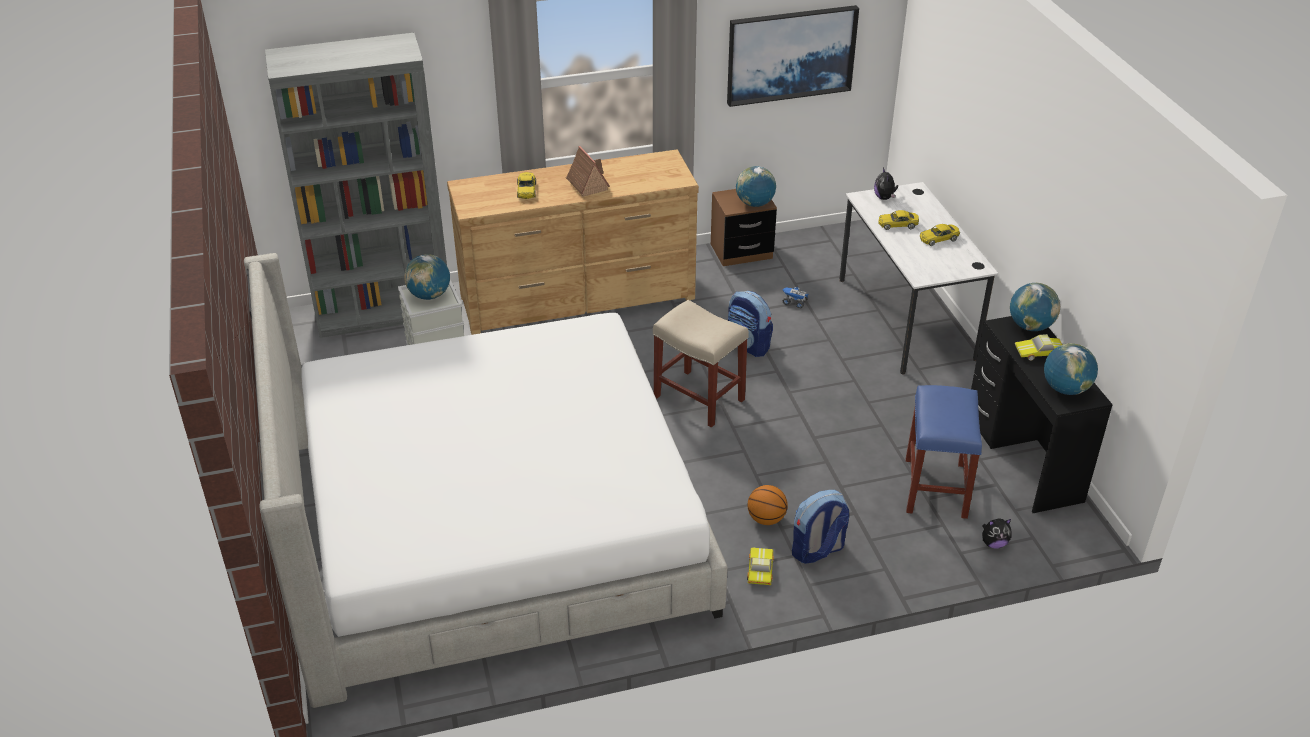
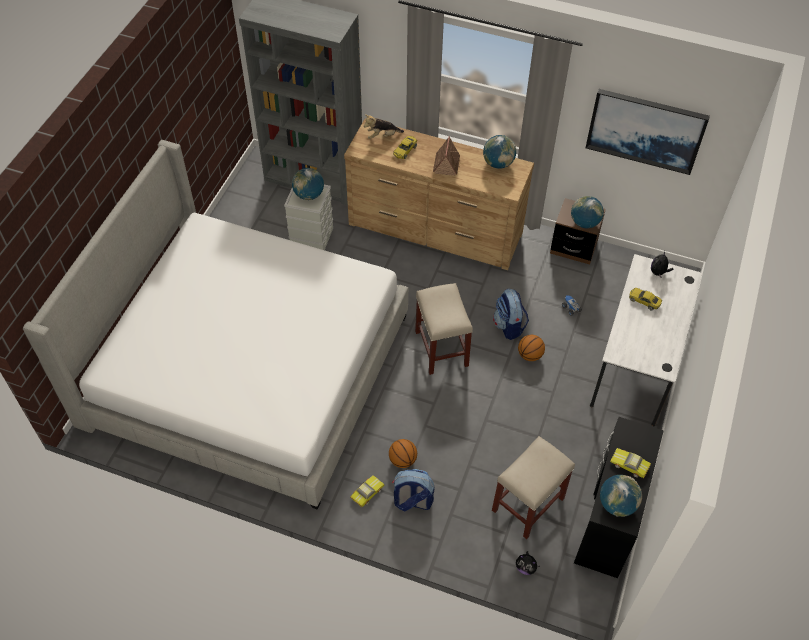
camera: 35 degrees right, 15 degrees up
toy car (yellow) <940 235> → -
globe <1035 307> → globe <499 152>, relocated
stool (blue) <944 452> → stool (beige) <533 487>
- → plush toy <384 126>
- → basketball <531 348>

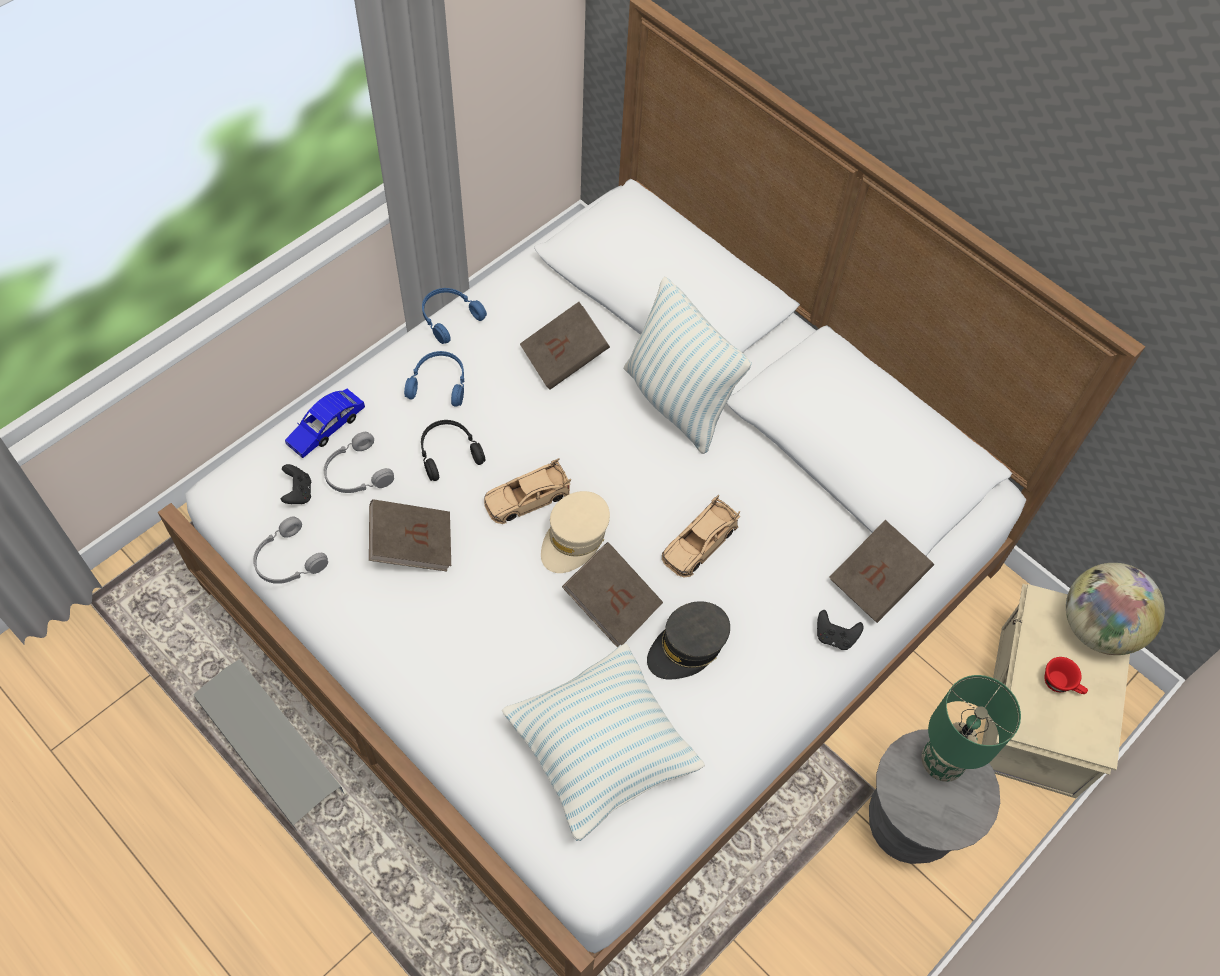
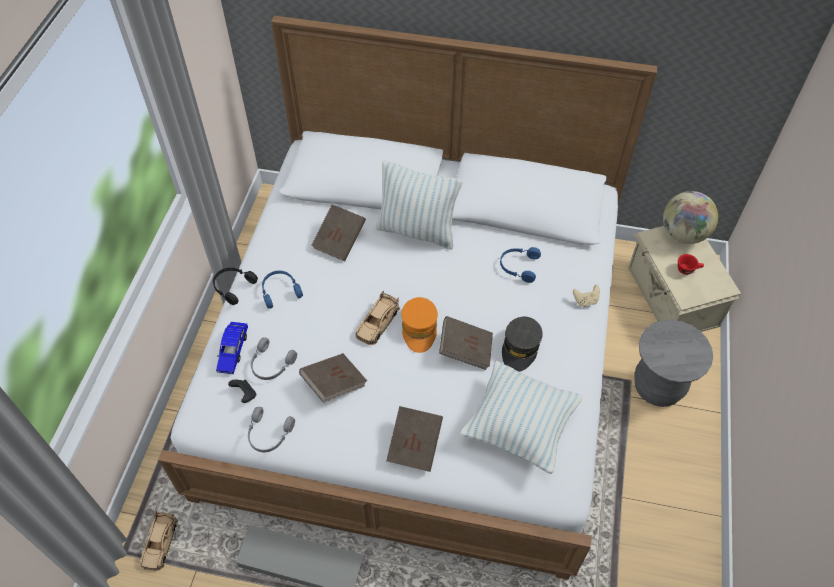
camera: 30 degrees left, 5 degrees down
headphones (blue) <454 316> → headphones (blue) <520 265>, relocated
headphones (black) <453 450> → headphones (black) <235 286>, relocated
cap (beige) <575 532> → cap (orange) <419 325>
toy car (beige) <701 536> → toy car (beige) <159 540>, relocated
book (brown) <881 571> → book (brown) <414 439>, relocated
game controller (black) <840 630> → game controller (beige) <586 296>
table lamp (green) <971 728> → -

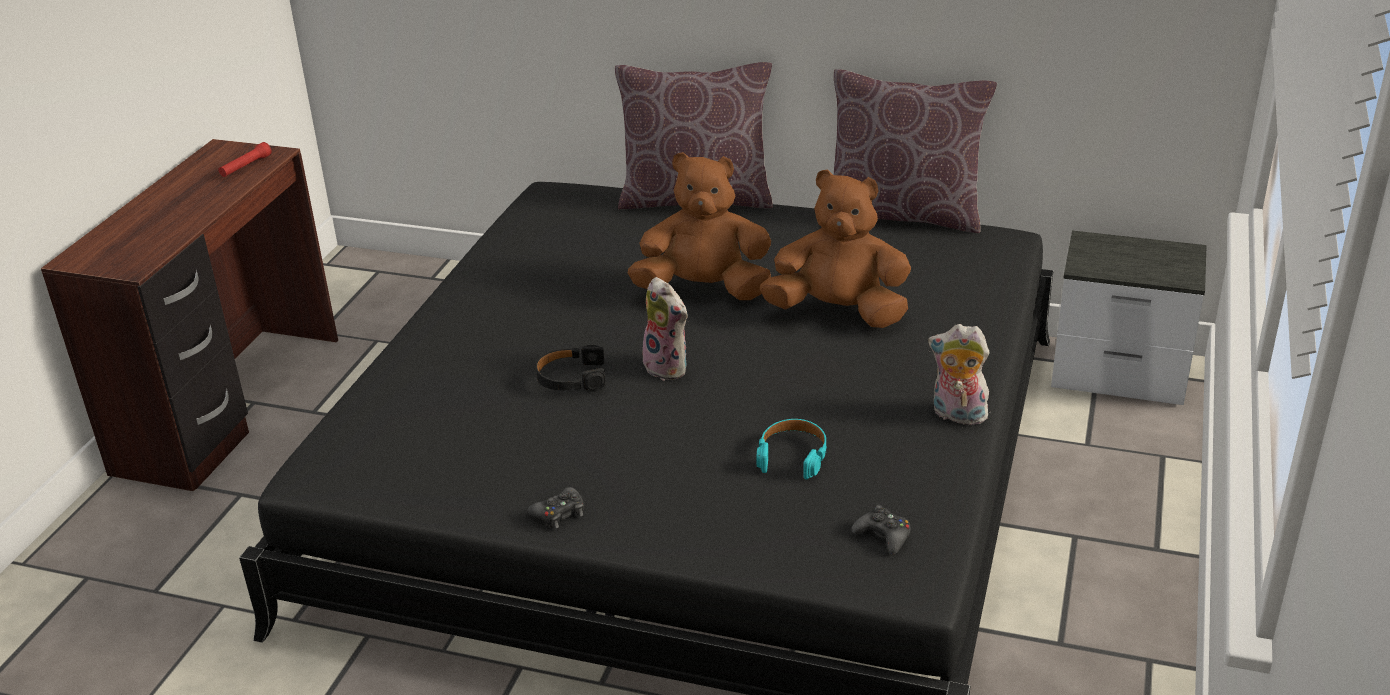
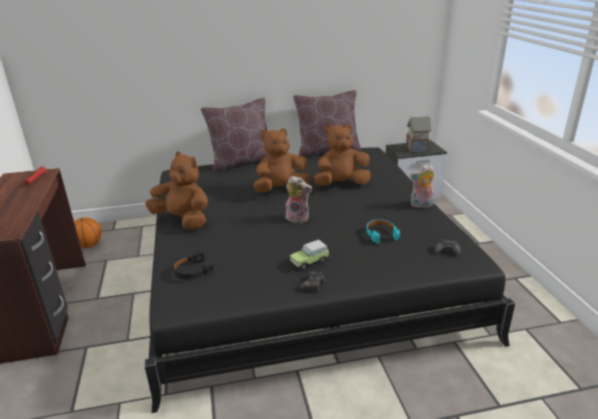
camera: 30 degrees left, 5 degrees down
headphones (black) <571 367> → headphones (black) <193 265>, relocated
- → toy house <419 134>
- → plush toy (brown) <176 190>
- → basketball <88 232>
- → toy car <309 255>

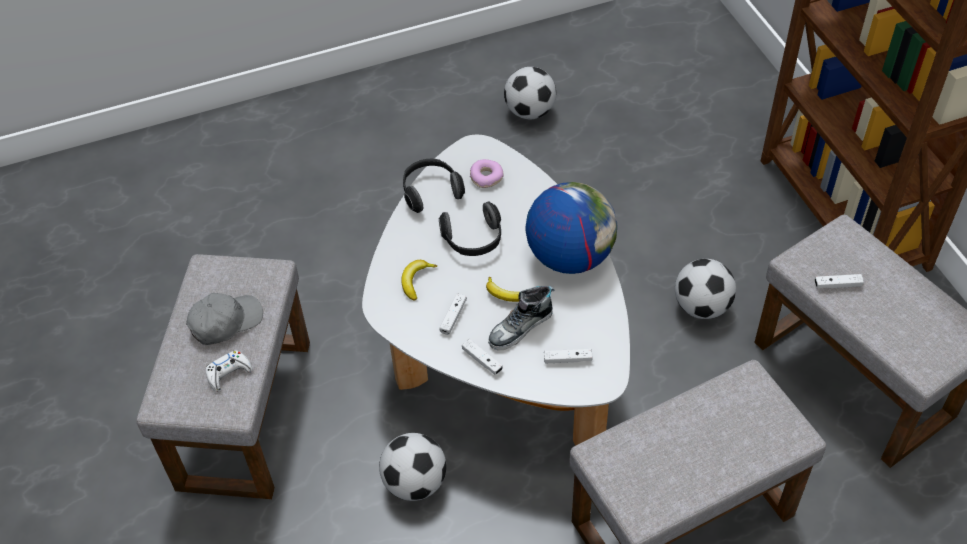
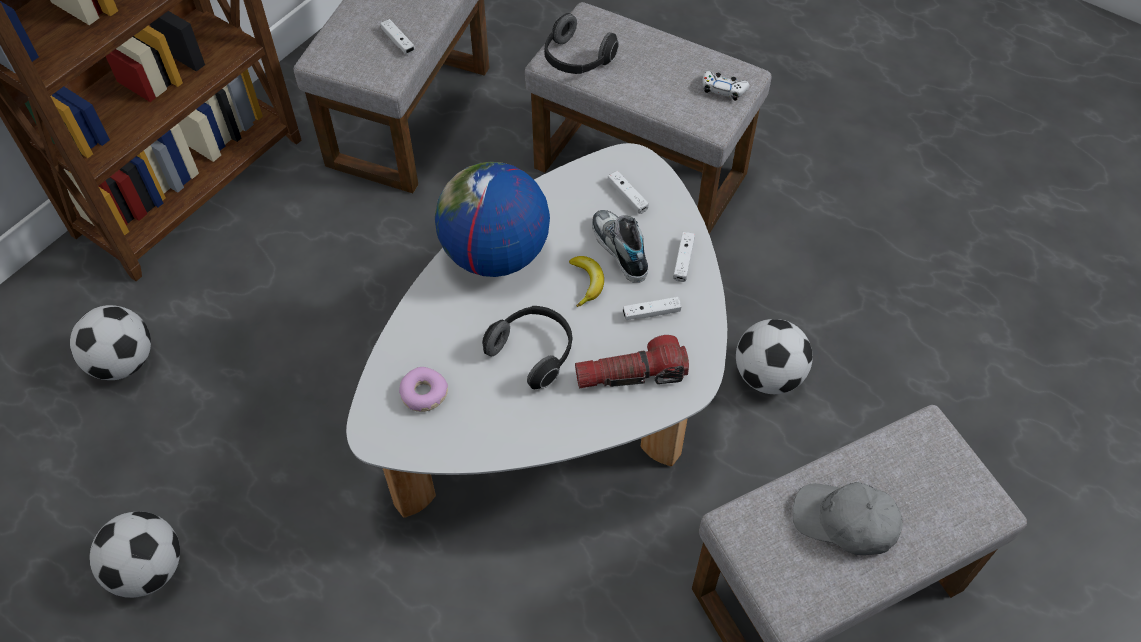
camera: 125 degrees left, 5 degrees up
headphones <434 186> → headphones <581 43>, relocated
football <705 289> → football <110 342>, relocated
banana <419 280> → flashlight <632 361>
shoe <521 318> → shoe <620 246>, 135 degrees counterclockwise
game controller (white) <229 371> → game controller (white) <725 86>, relocated

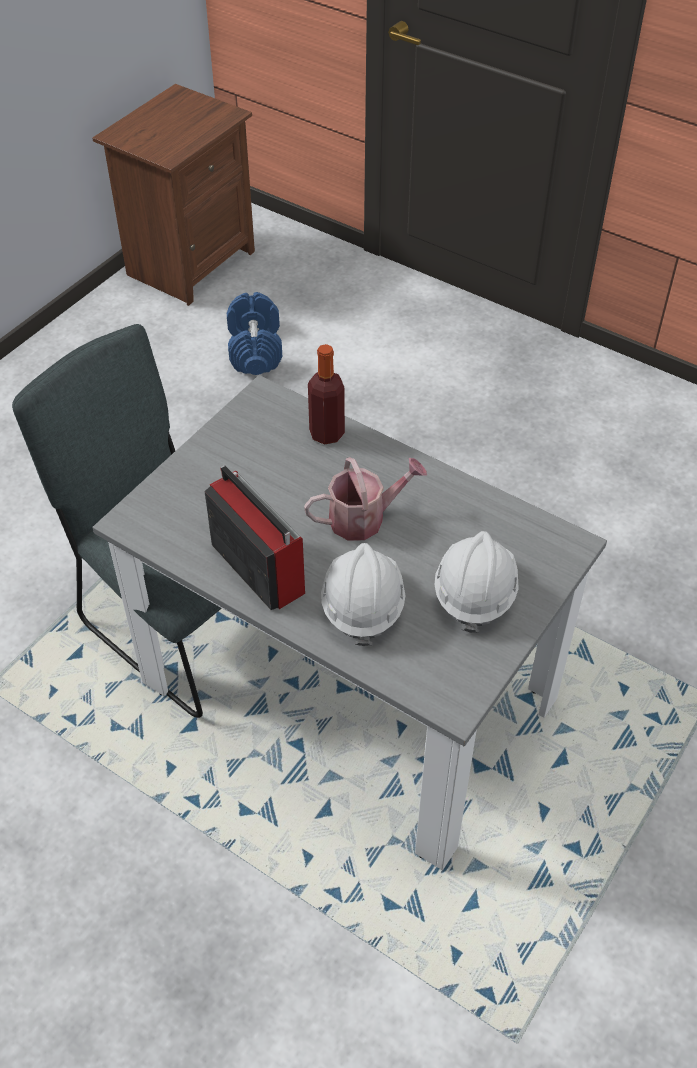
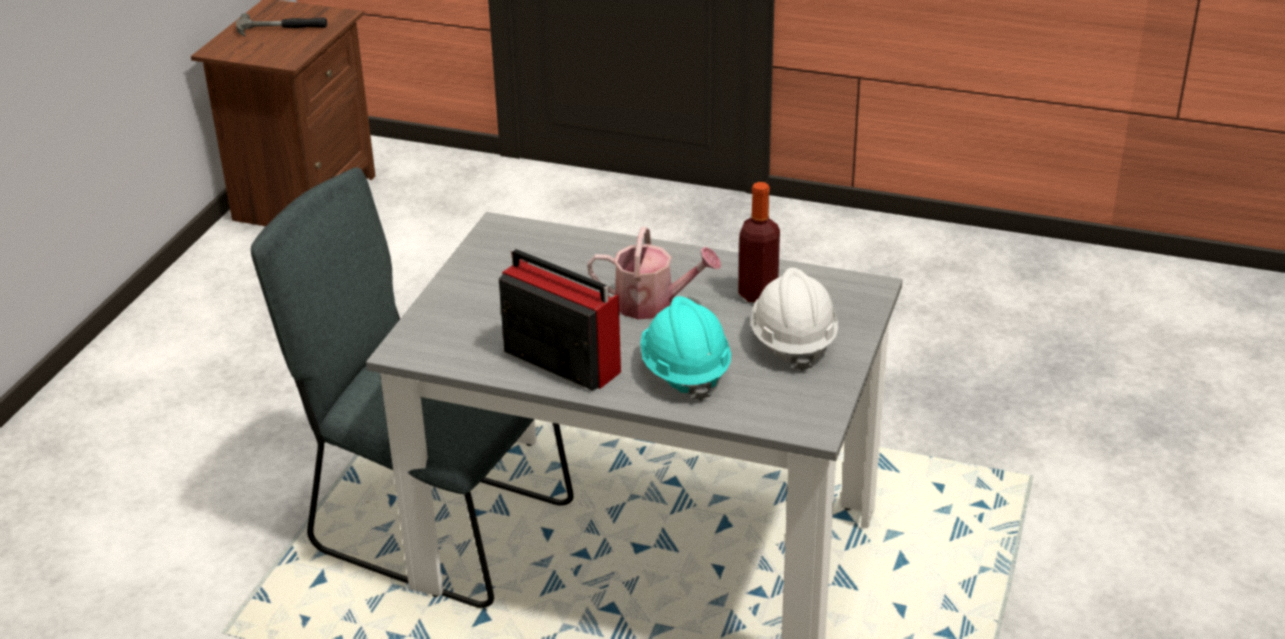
camera: 15 degrees left, 15 degrees down
dumbbell (blue) <255 333> → -
bottle <326 394> → bottle <759 242>, relocated
watering can <365 498> → watering can <654 273>, 45 degrees clockwise
hard hat (white) <363 594> → hard hat (turquoise) <685 348>
- → hammer <281 25>

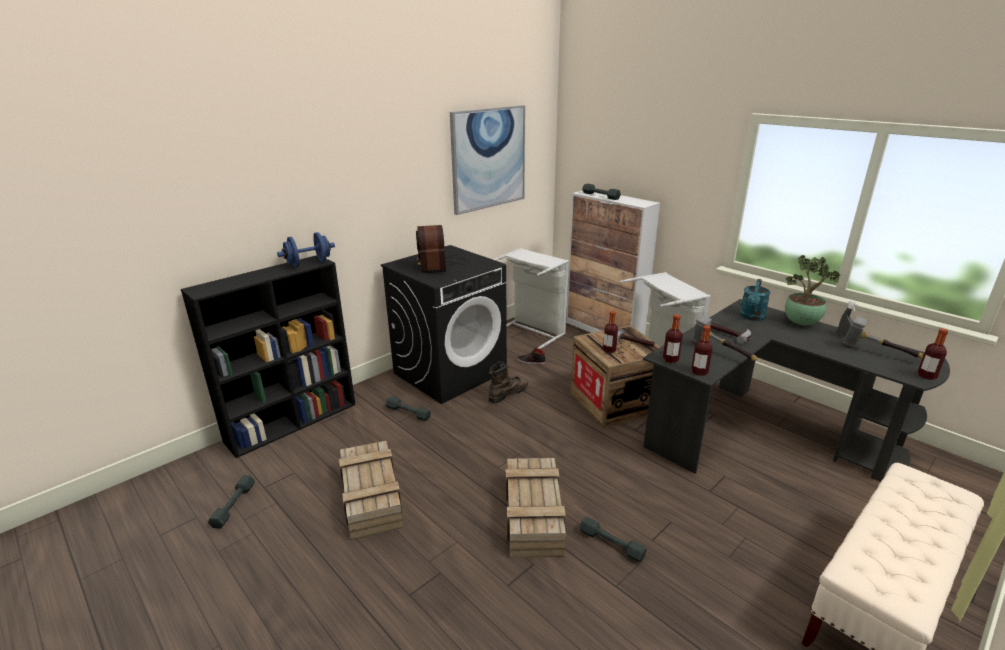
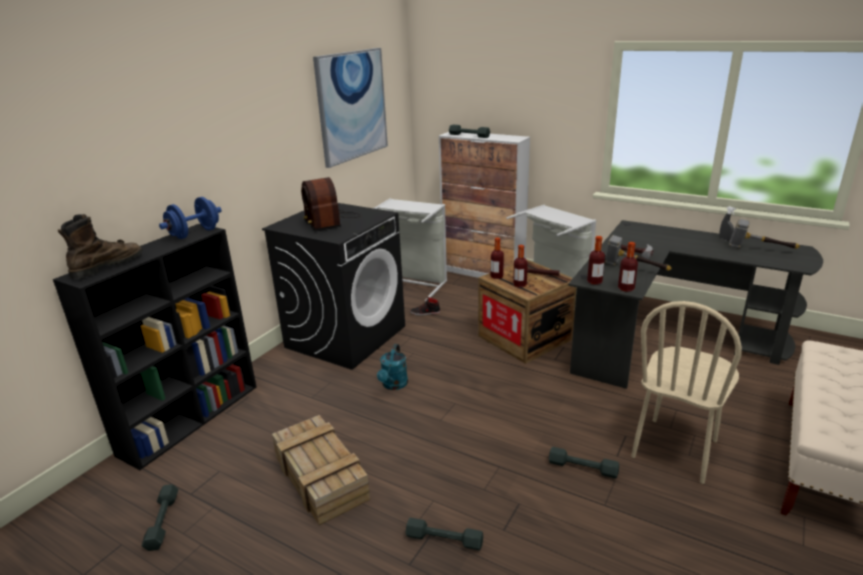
camera: 15 degrees left, 0 degrees up
potted plant <812 290> → -
watering can (turquoise) <755 300> → watering can (turquoise) <392 367>, relocated
bottle <933 354> → bottle <497 258>, relocated
boot (brown) <508 382> → boot (brown) <100 246>, relocated
dumbbell (grey) <408 408> → dumbbell (grey) <444 534>, relocated
crate <536 508> → -
- → chair (beige) <686 392>

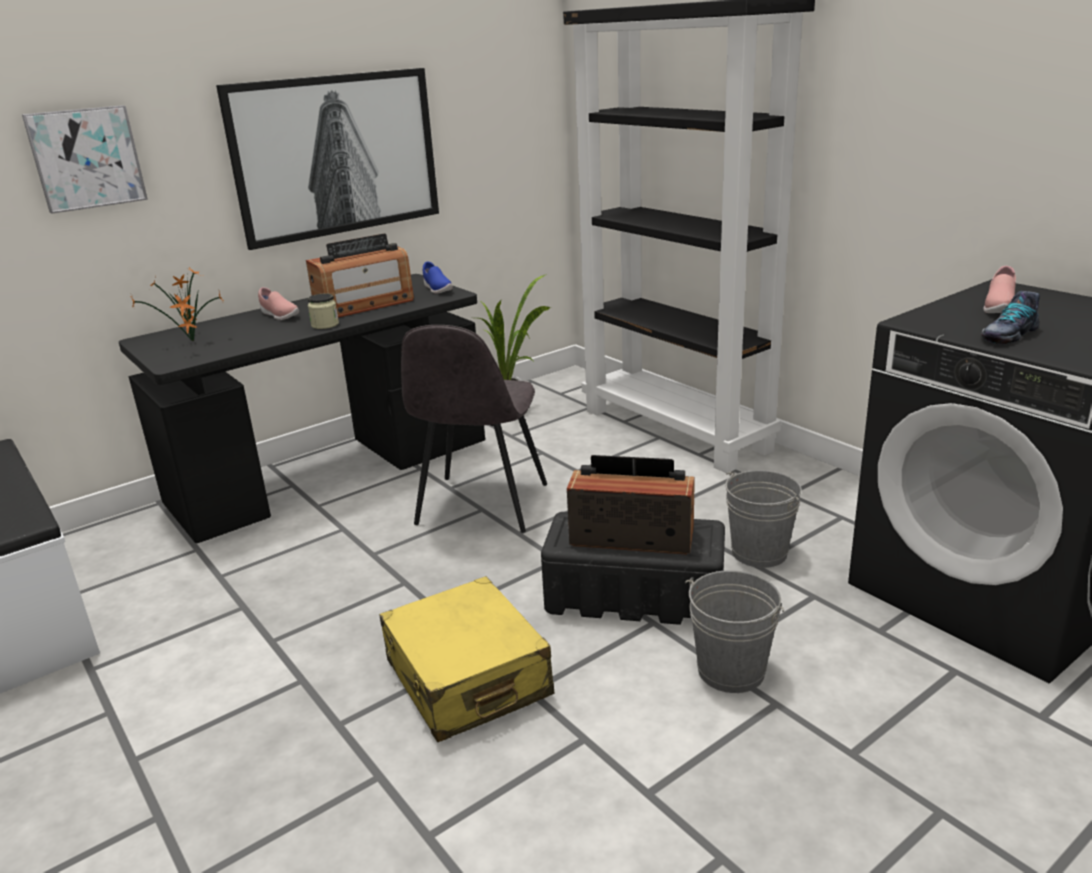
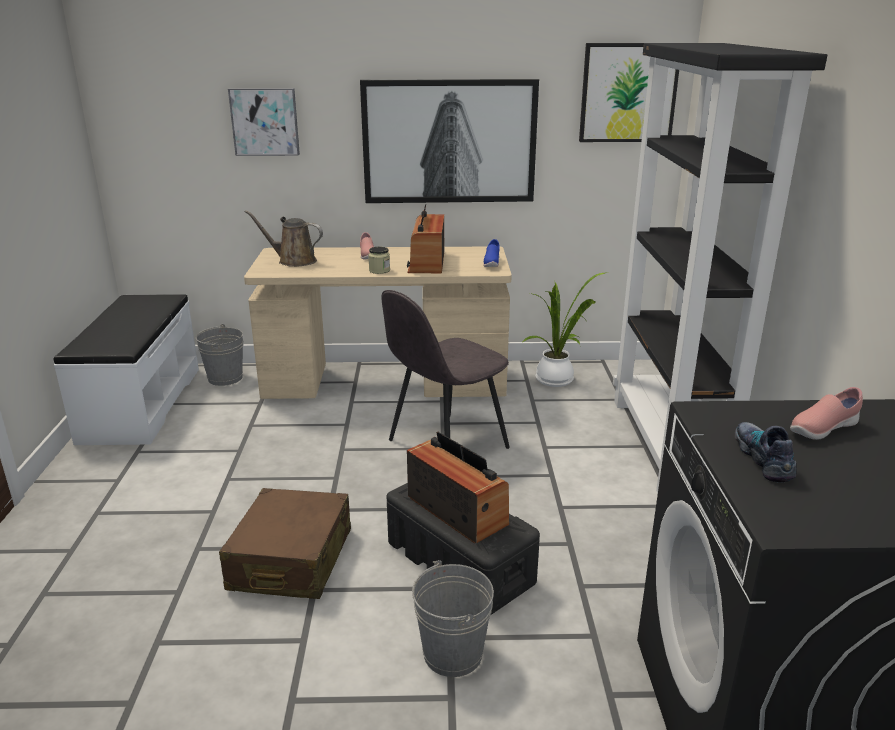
camera: 35 degrees right, 0 degrees up
radio <360 275> → radio <425 238>, 90 degrees clockwise
potted plant <177 304> → watering can (brown) <284 238>
desk (black) <302 408> → desk (beige) <378 323>
shoe <1010 318> → shoe <765 452>, 90 degrees clockwise
bucket (grey) <763 519> → bucket (grey) <219 355>, relocated
suitcase (yellow) <466 659> → suitcase (brown) <285 543>
- → picture <629 92>

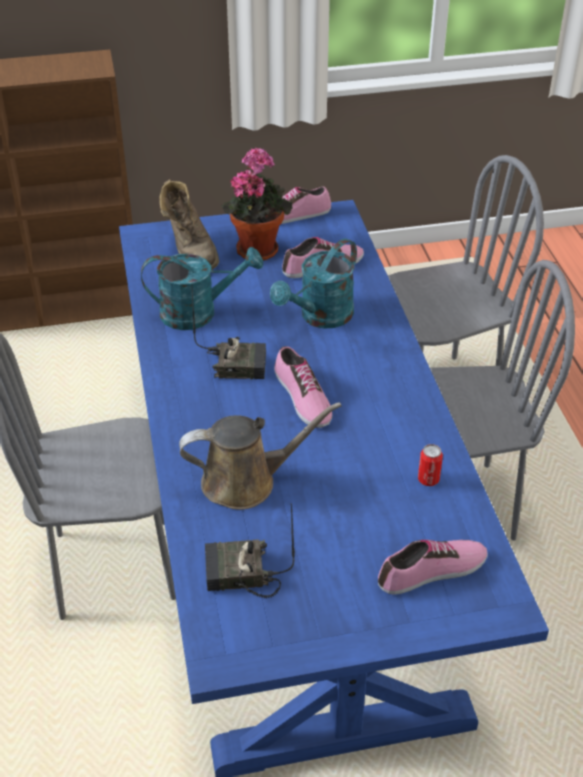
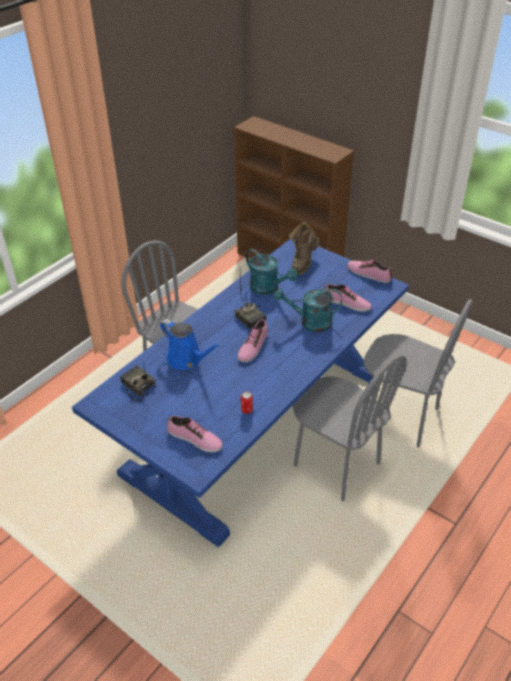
camera: 50 degrees right, 0 degrees up
potted plant <256 204> → -
watering can (brown) <260 456> → watering can (blue) <191 344>

